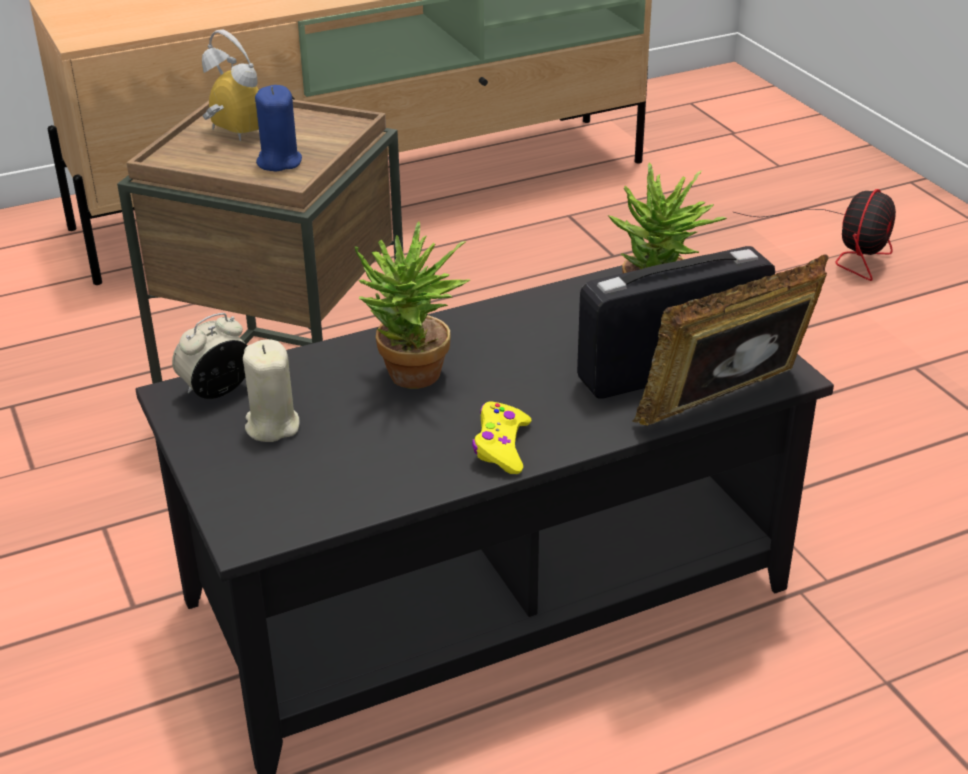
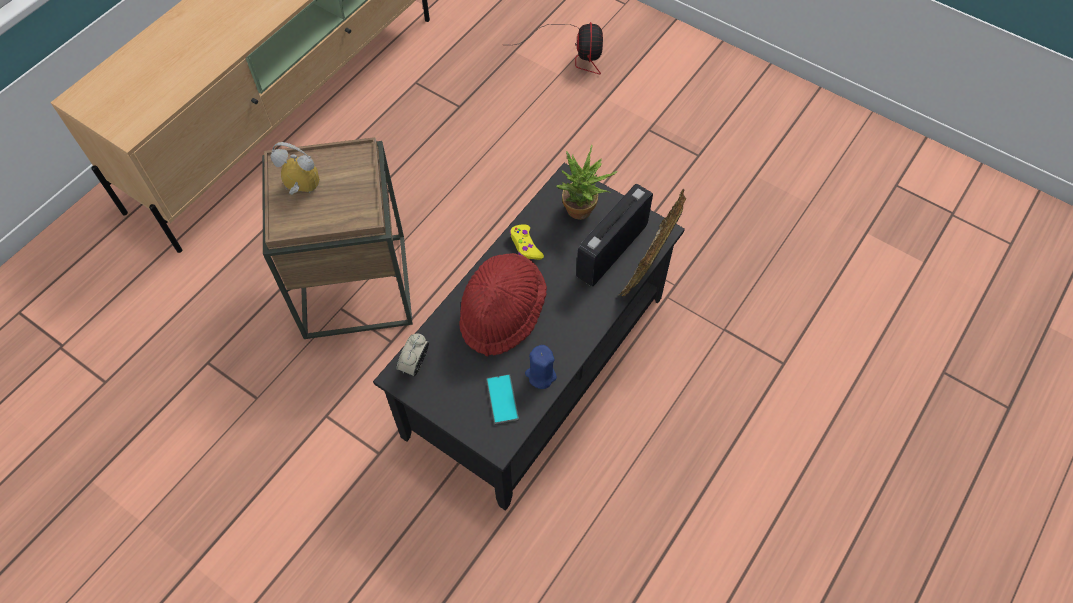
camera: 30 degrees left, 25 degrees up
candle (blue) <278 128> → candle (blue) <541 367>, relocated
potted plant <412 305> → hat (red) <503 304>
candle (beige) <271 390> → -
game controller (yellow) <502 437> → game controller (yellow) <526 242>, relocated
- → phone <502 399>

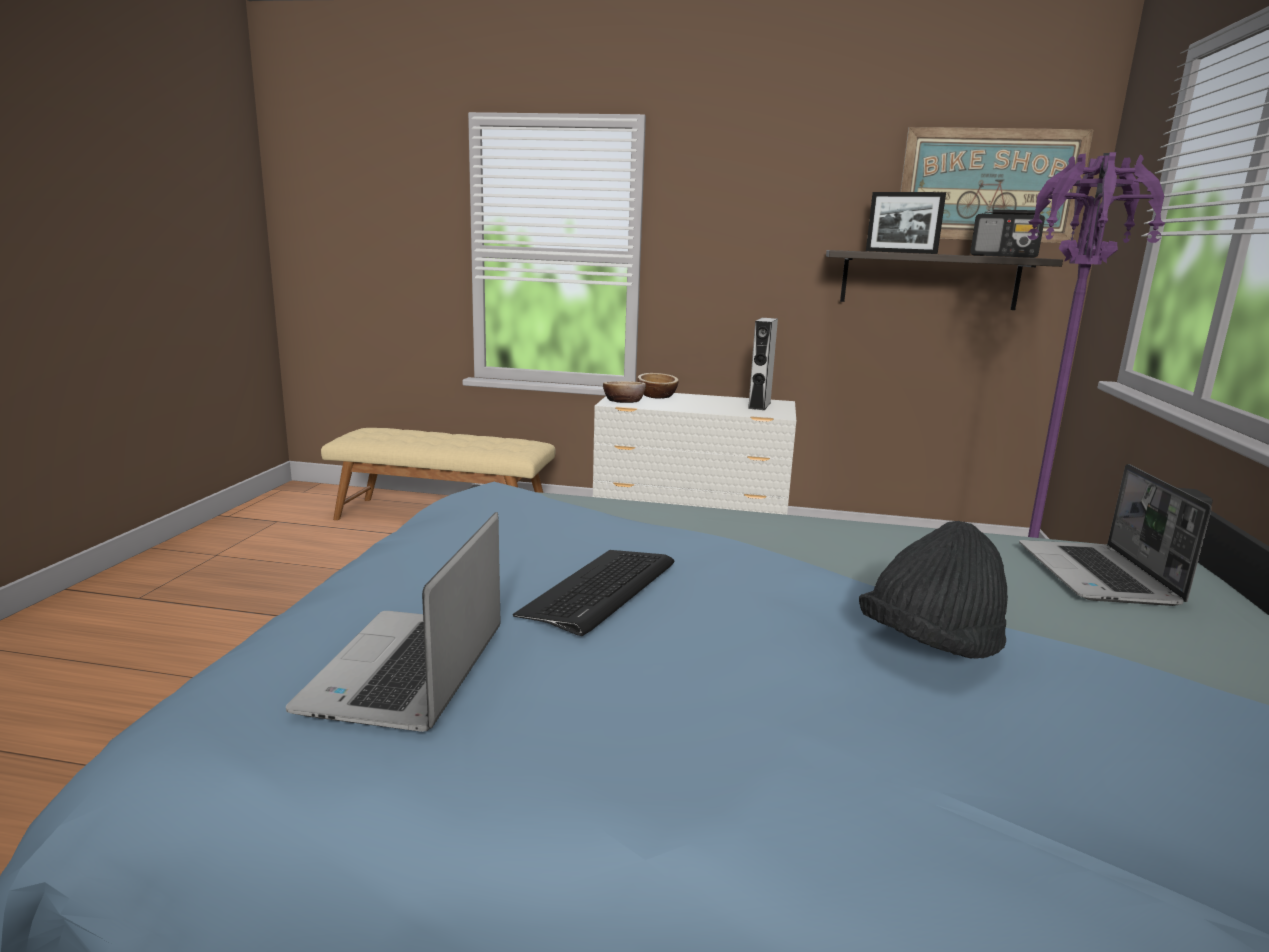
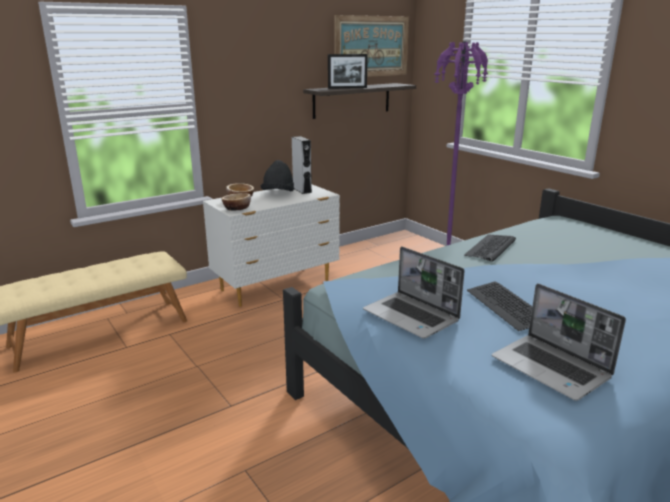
camera: 45 degrees left, 5 degrees up
radio <1007 234> → -
laptop <1115 535> → laptop <414 292>, relocated
hat (black) <933 590> → hat (black) <277 175>, relocated
- → keyboard <490 248>

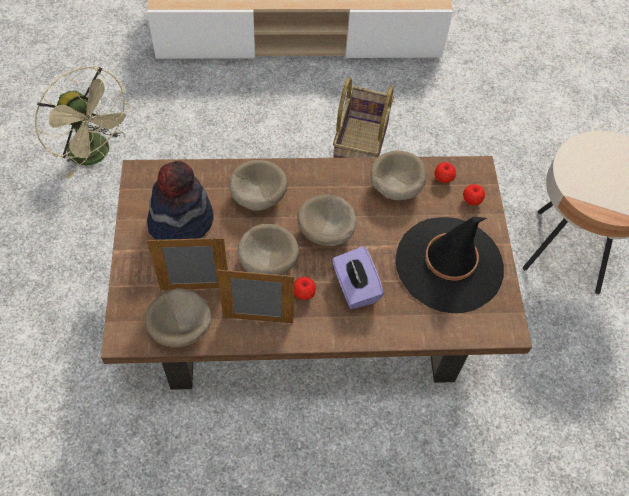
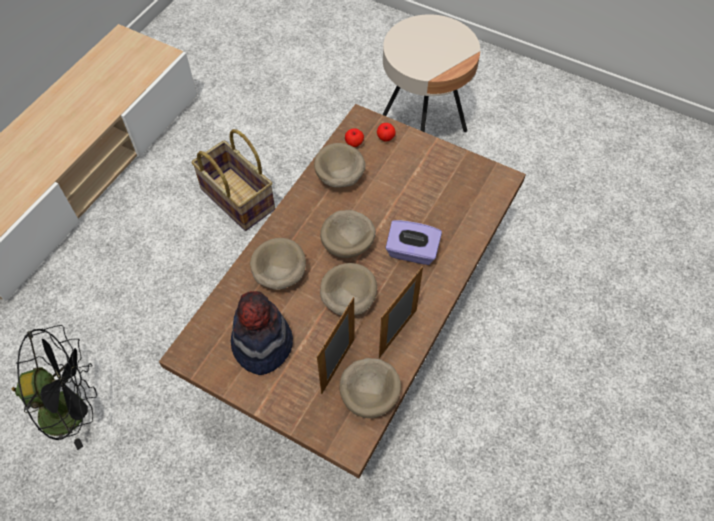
camera: 55 degrees left, 0 degrees up
fan (beige) <84 122> → fan (black) <54 387>
hat (black) <449 265> → -
apple <305 288> → -

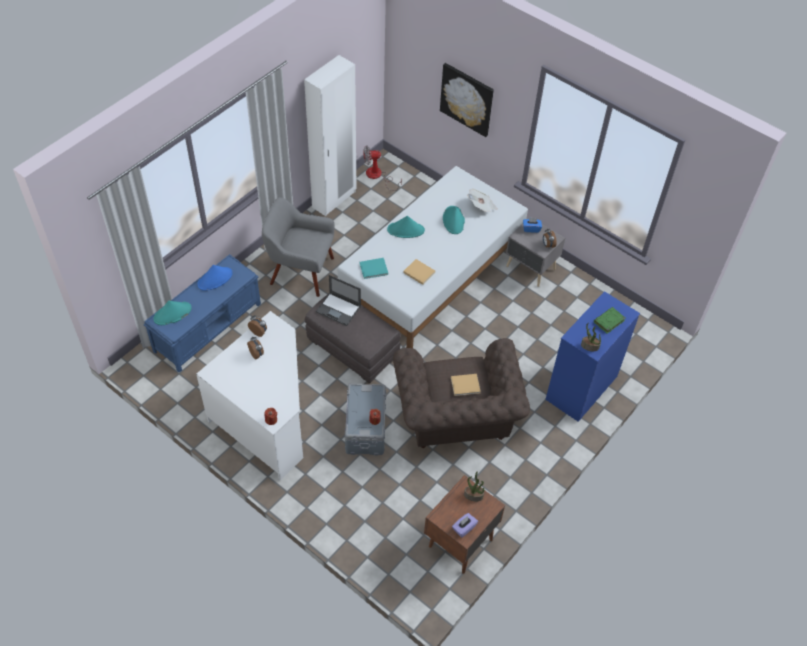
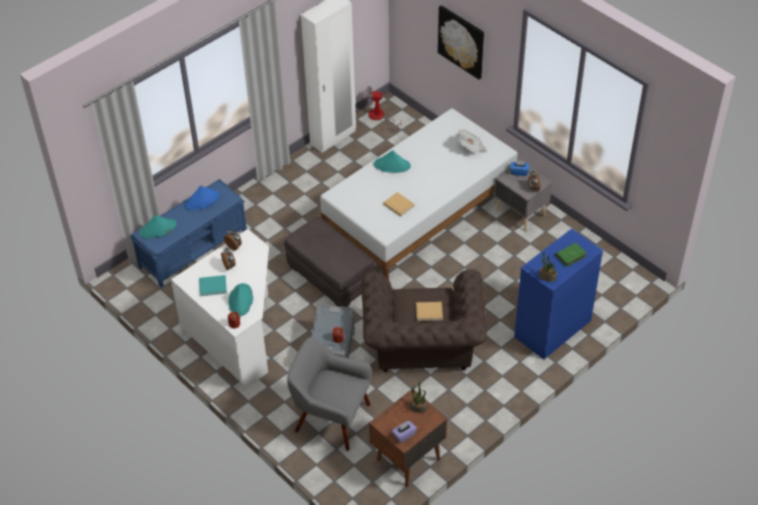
camera: 10 degrees right, 5 degrees down
armchair (grey) <298 247> → armchair (grey) <329 394>, relocated
hat (turquoise) <454 220> → hat (turquoise) <241 299>, relocated
book (turquoise) <374 268> → book (turquoise) <213 285>, relocated
laptop <338 300> → -

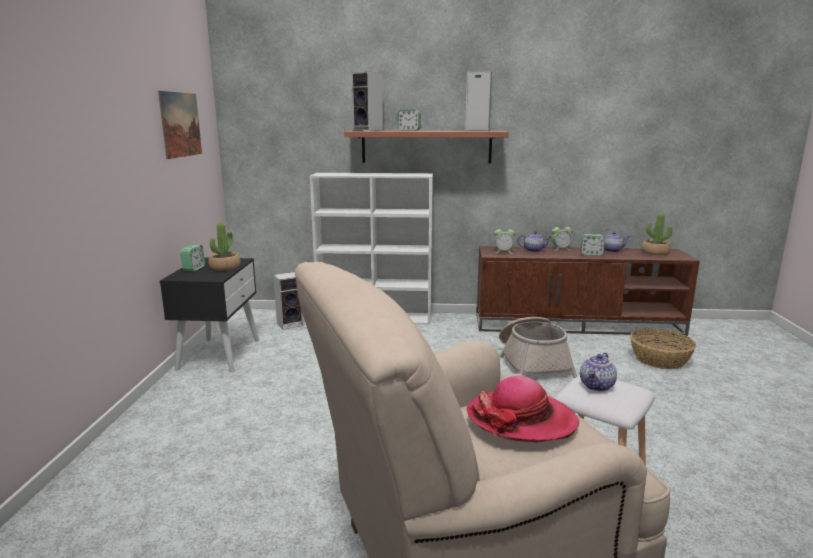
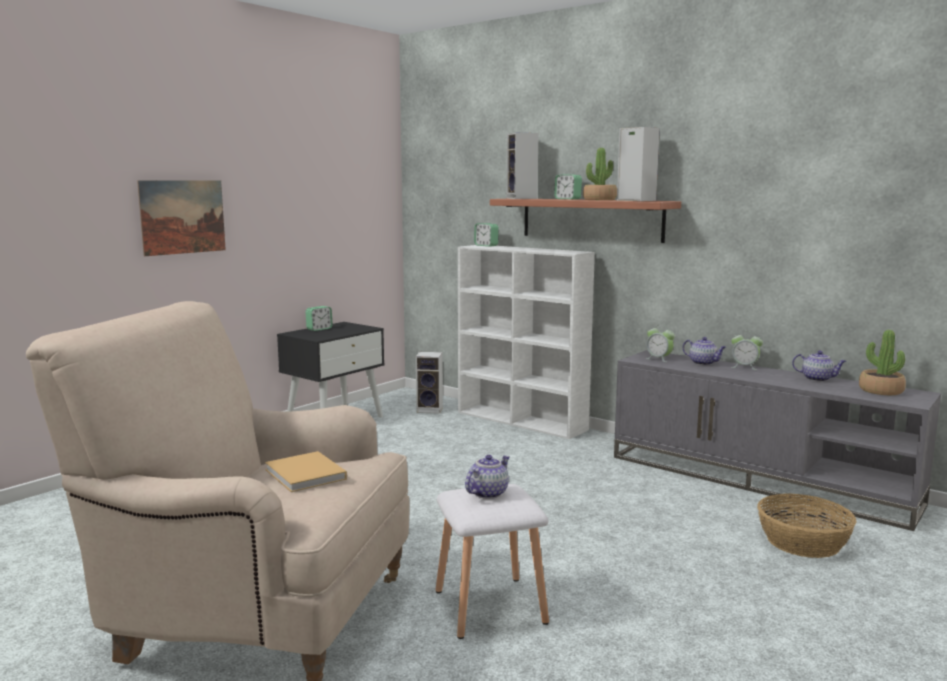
camera: 35 degrees right, 5 degrees down
picture <180 125> → picture <181 218>, relocated
potted plant <224 246> → potted plant <600 174>, relocated
alarm clock <592 245> → alarm clock <486 235>, relocated
tv stand (brown) <588 291> → tv stand (grey) <777 440>
basket <538 347> → -
teapot <598 372> → teapot <487 477>, 150 degrees clockwise
hat <523 409> → book (beige) <306 471>

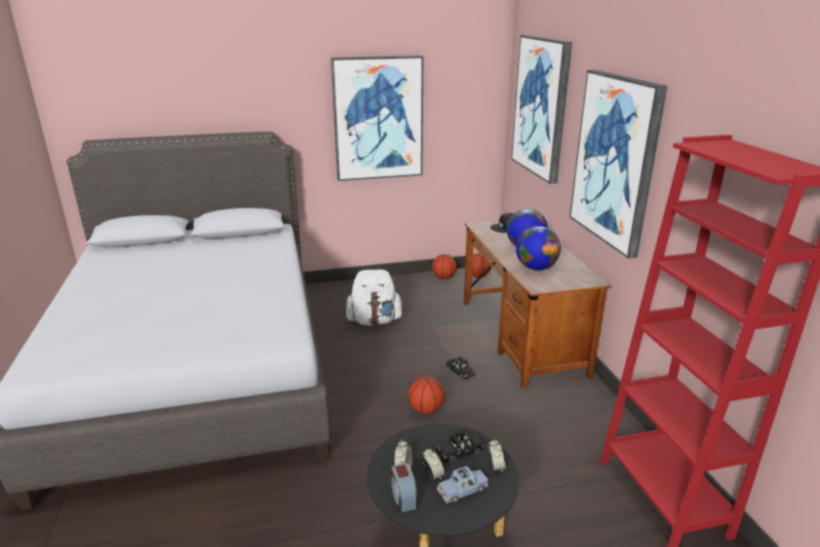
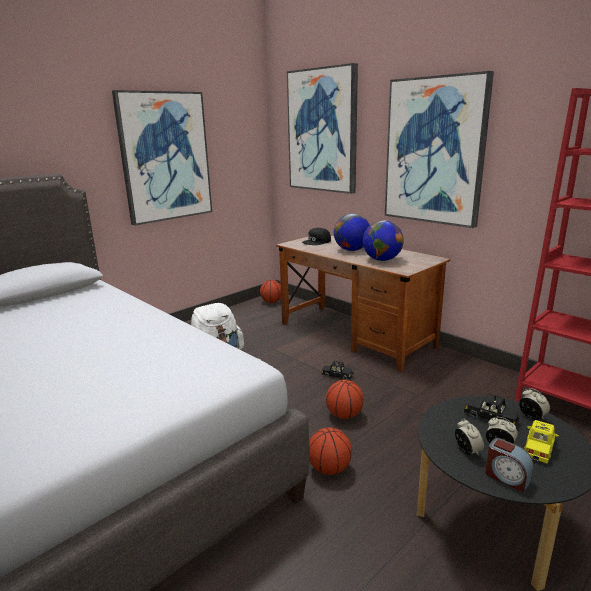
camera: 30 degrees left, 5 degrees down
basketball <444 266> → basketball <330 451>, relocated
toy car (black) <460 446> → toy car (black) <491 409>, 90 degrees clockwise
toy car (blue) <462 484> → toy car (yellow) <541 442>

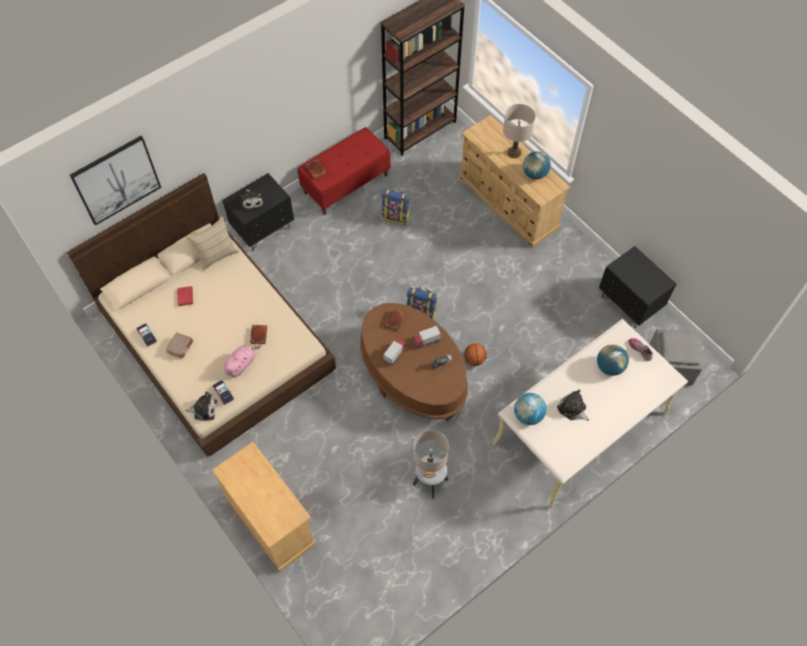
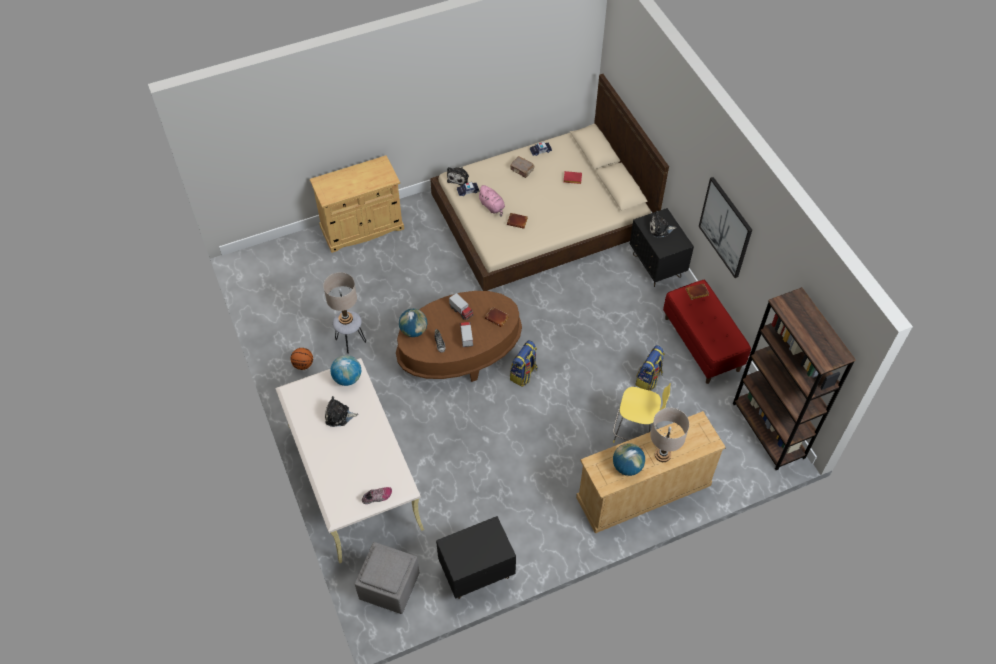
camera: 105 degrees right, 5 degrees down
picture <115 181> → picture <725 227>, relocated
pillow (beige) <213 243> → -
basketball <475 354> → basketball <302 359>, relocated
globe <613 360> → globe <413 323>, relocated
plush toy <573 405> → plush toy <341 411>, 150 degrees counterclockwise
- → stool (yellow) <642 413>

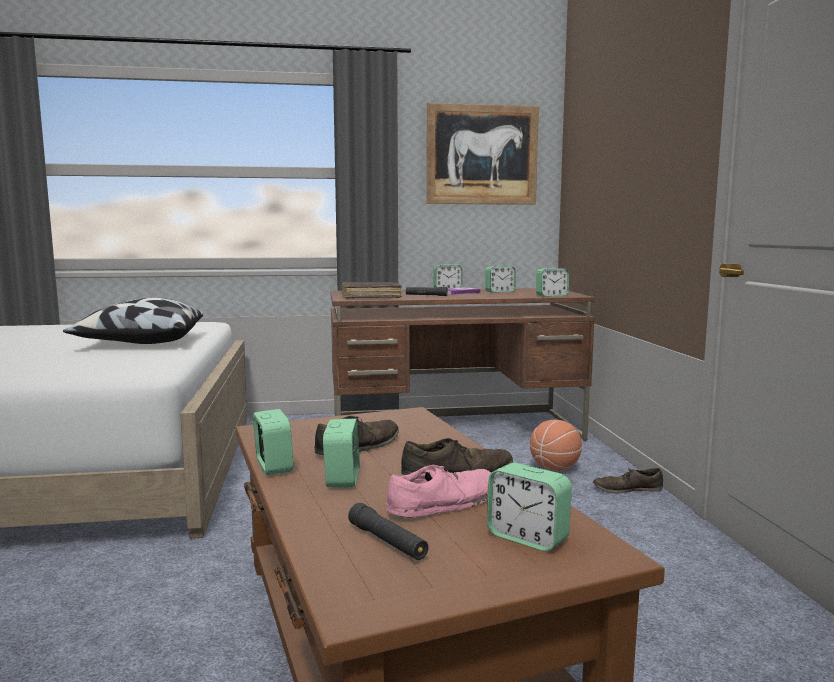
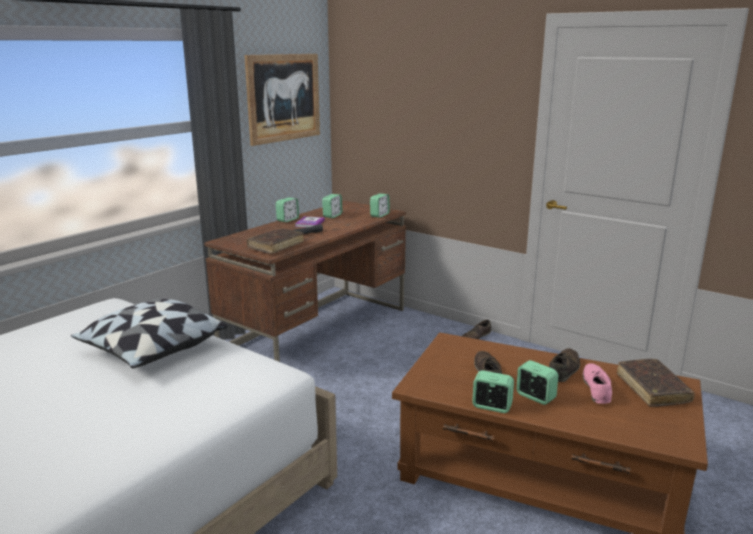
camera: 45 degrees left, 10 degrees up
basketball <556 445> → -
alarm clock <529 507> → book (brown) <656 383>
flashlight (black) <388 531> → -

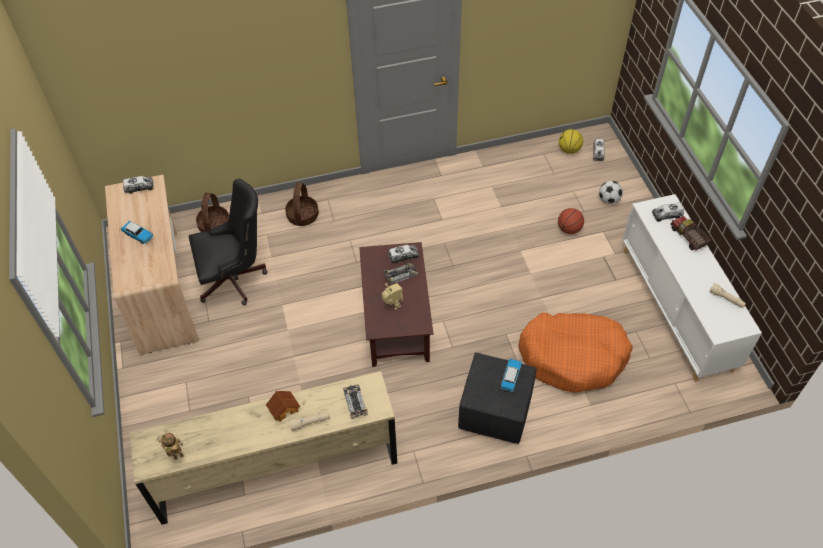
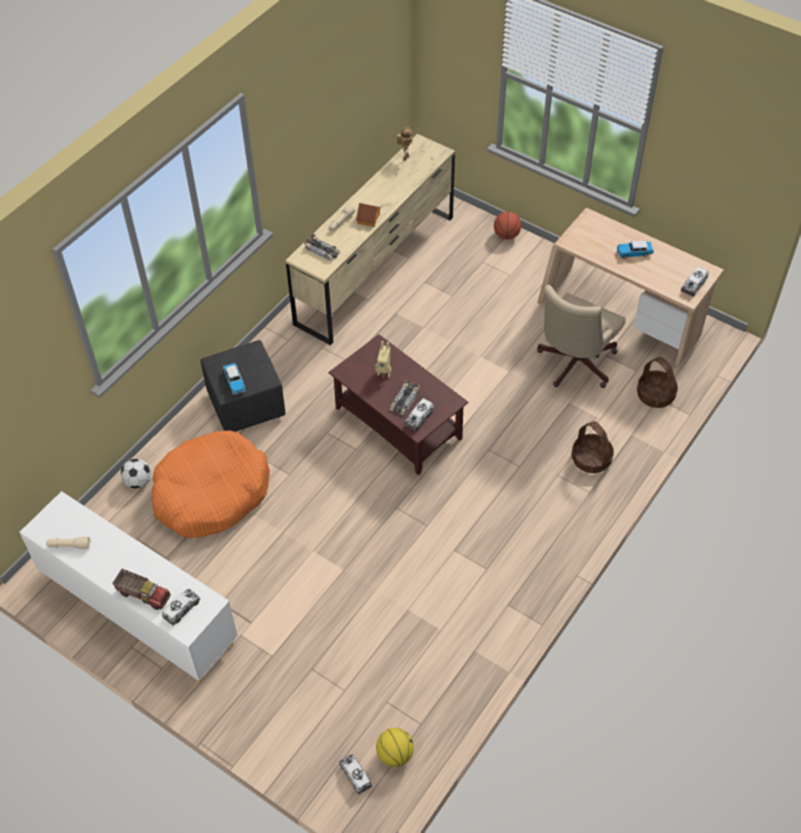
camera: 140 degrees right, 0 degrees up
office chair (black) <228 242> → office chair (beige) <581 336>
football <611 192> → football <136 473>, relocated
basketball <571 221> → basketball <507 226>, relocated

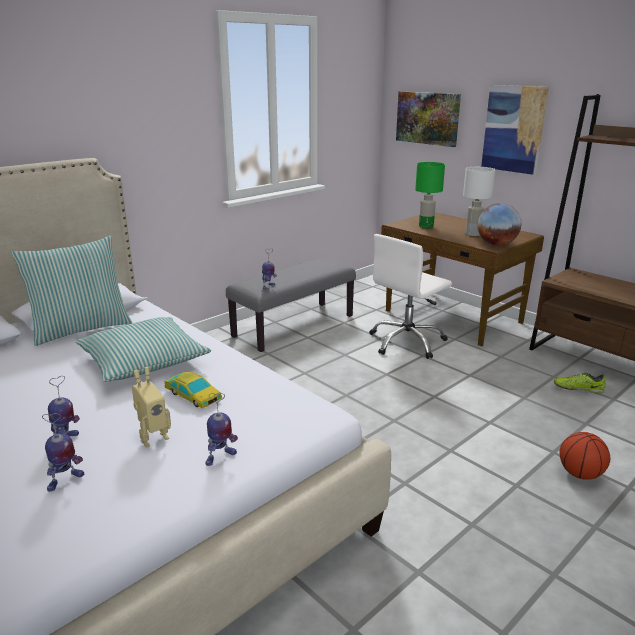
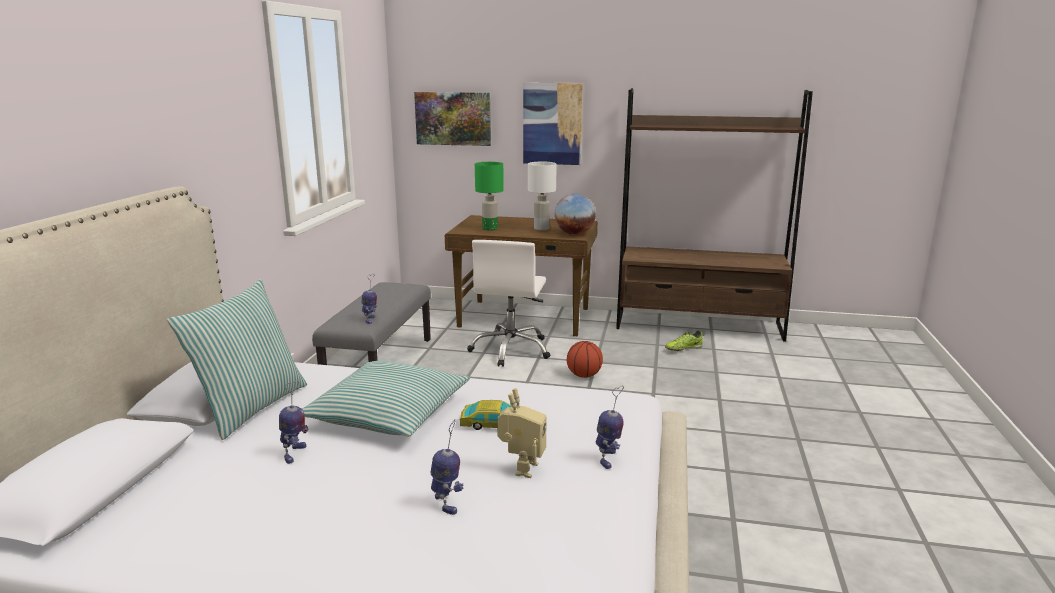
camera: 35 degrees left, 5 degrees down
toy robot <63 452> → toy robot <293 422>, relocated
basketball <585 456> → basketball <585 359>, relocated

